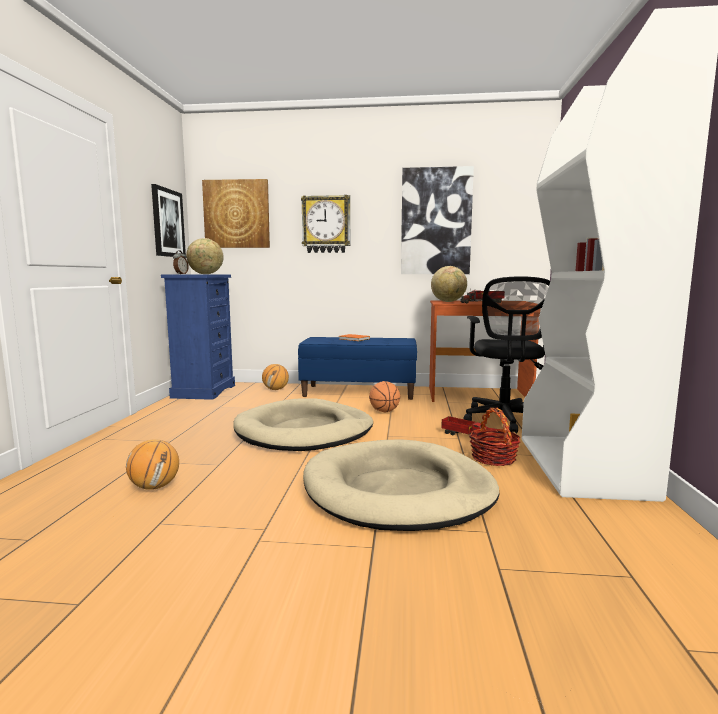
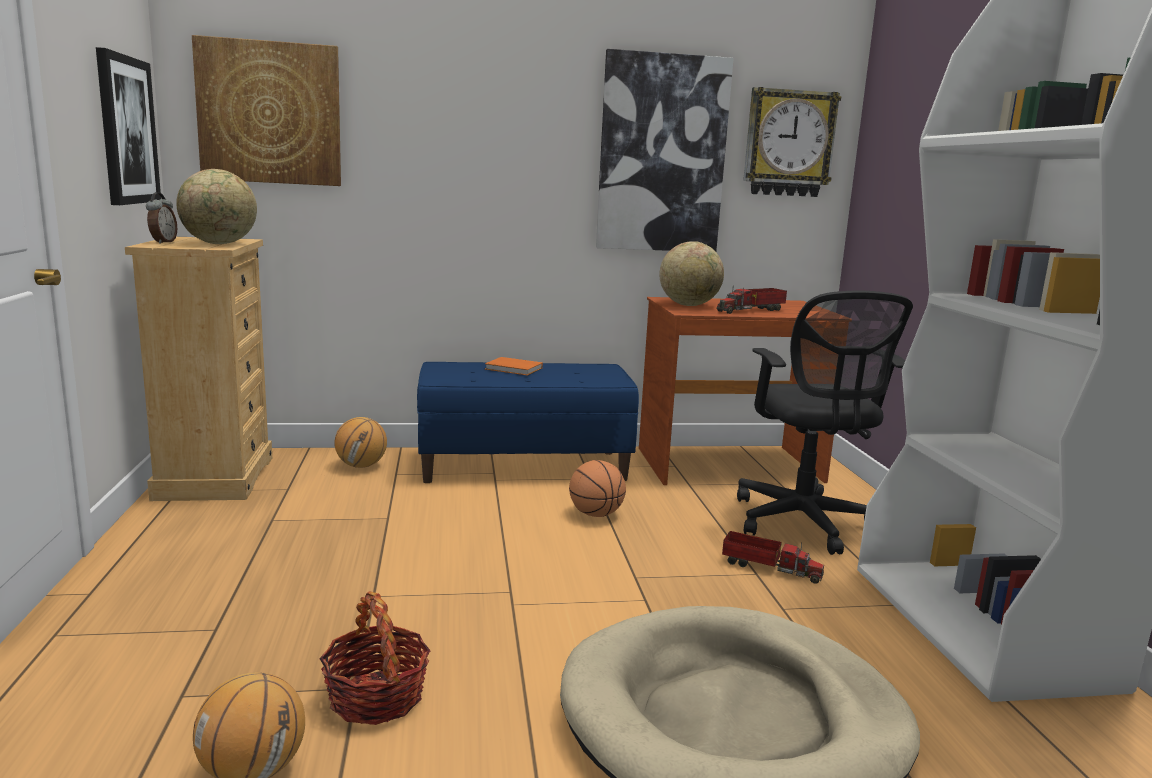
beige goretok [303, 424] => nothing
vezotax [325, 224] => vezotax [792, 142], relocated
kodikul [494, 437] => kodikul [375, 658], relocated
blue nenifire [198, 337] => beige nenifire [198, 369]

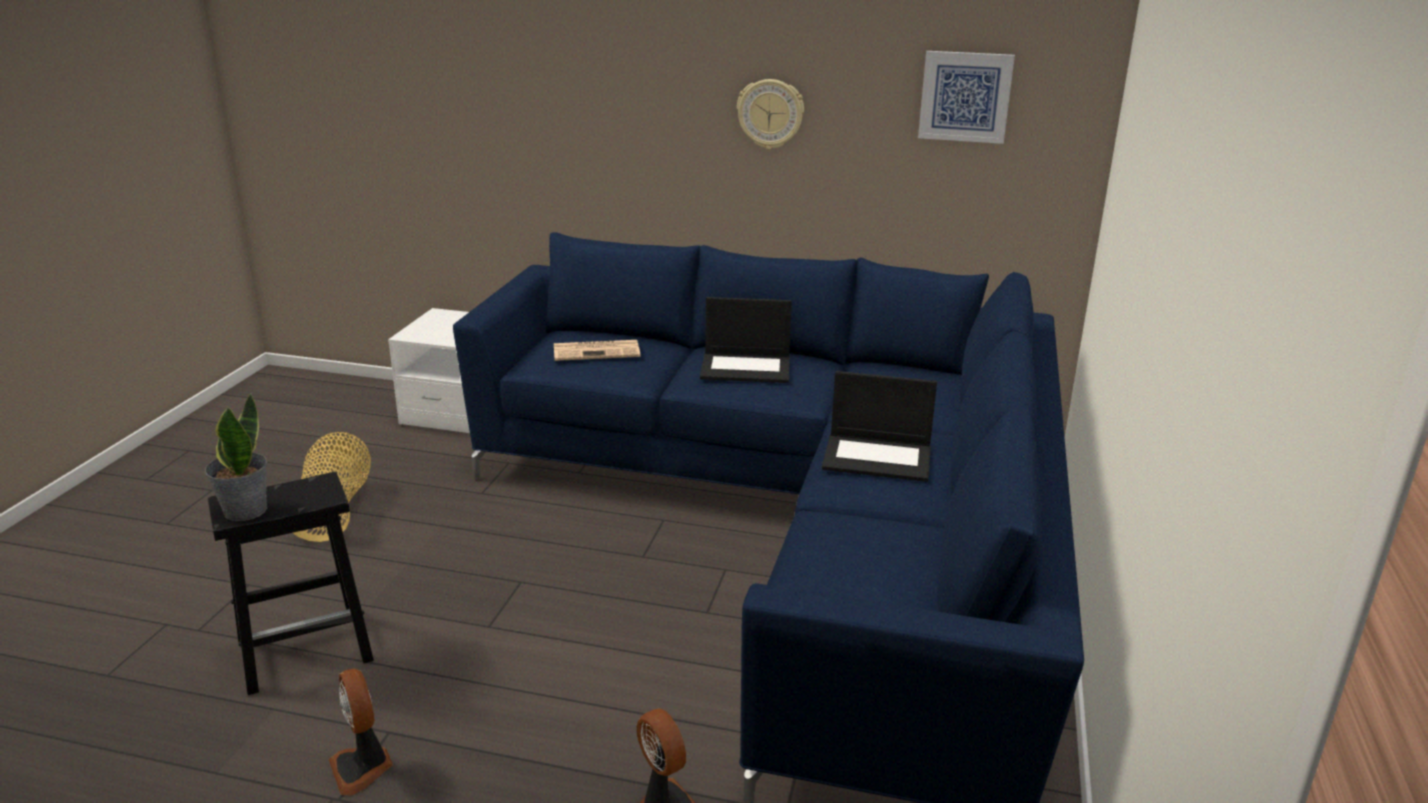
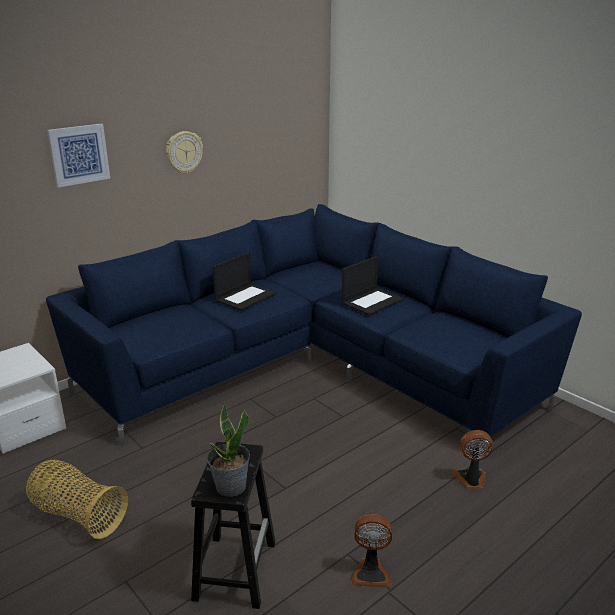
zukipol [597, 350] => nothing
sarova [966, 97] => sarova [78, 155], relocated

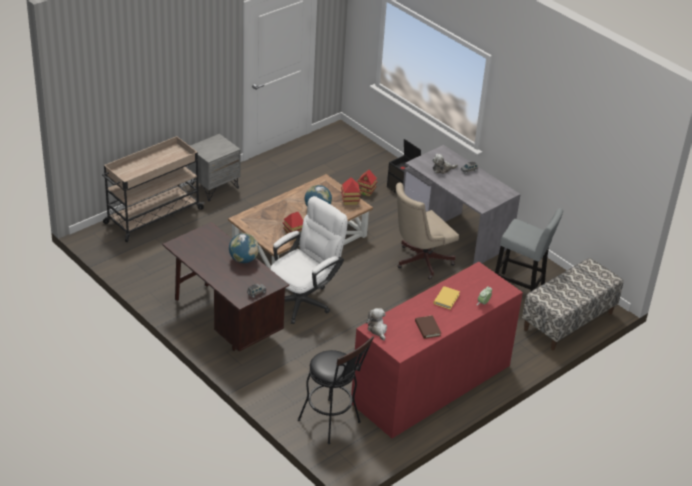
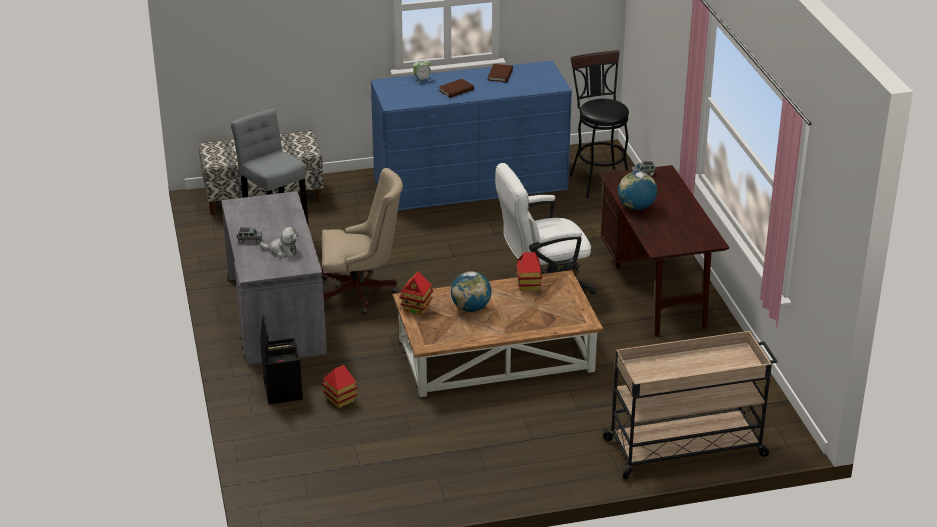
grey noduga [214, 167] => nothing
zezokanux [376, 324] => nothing
red nenifire [437, 350] => blue nenifire [471, 135]
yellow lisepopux [446, 297] => brown lisepopux [456, 88]

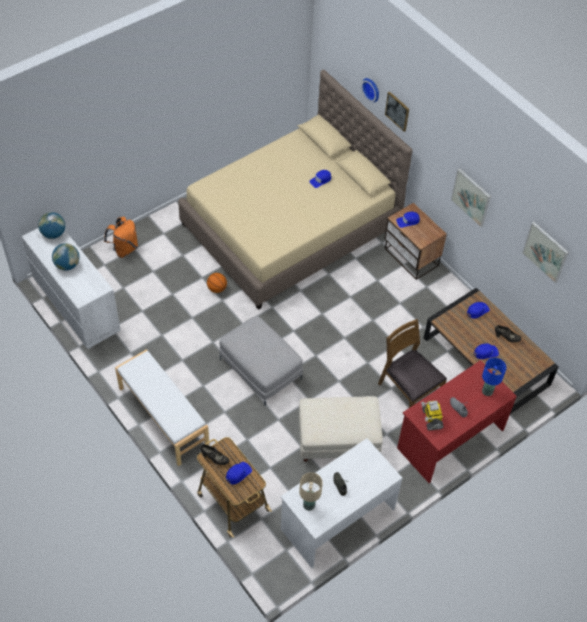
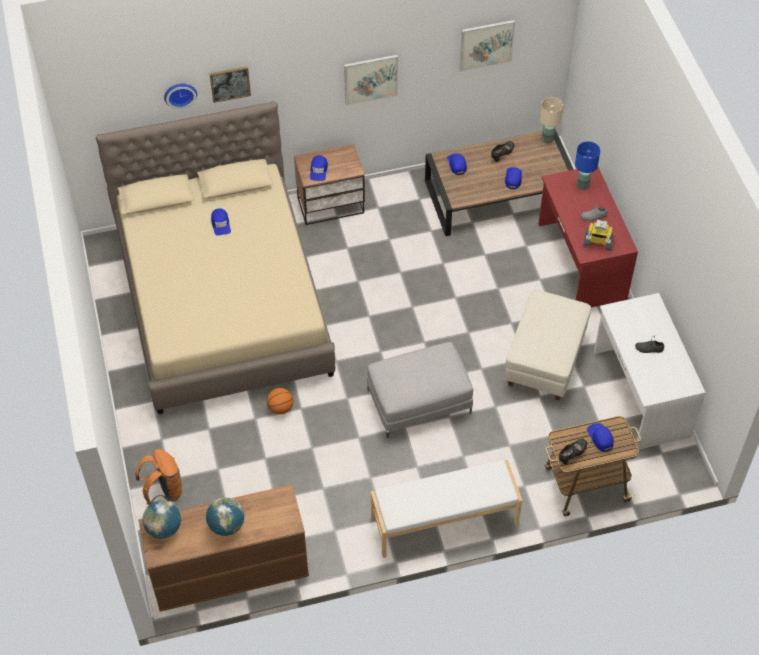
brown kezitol [412, 363] => nothing
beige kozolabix [311, 491] => beige kozolabix [551, 120], relocated
white nenifire [71, 288] => brown nenifire [223, 548]

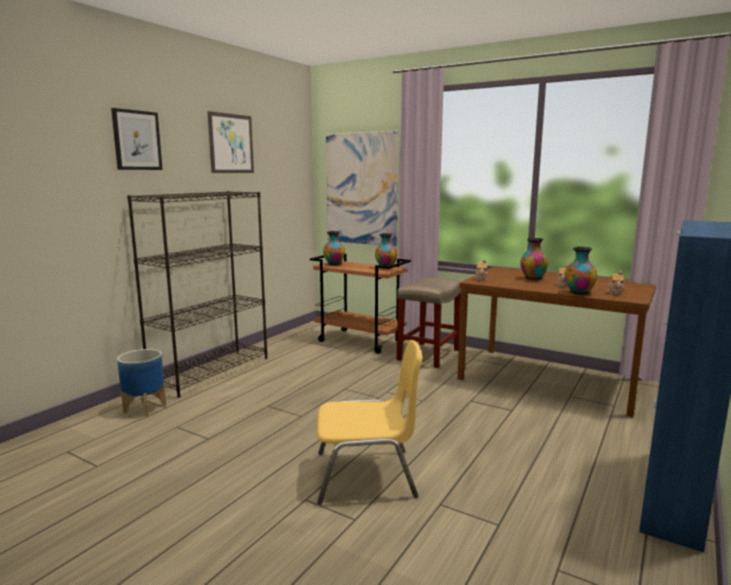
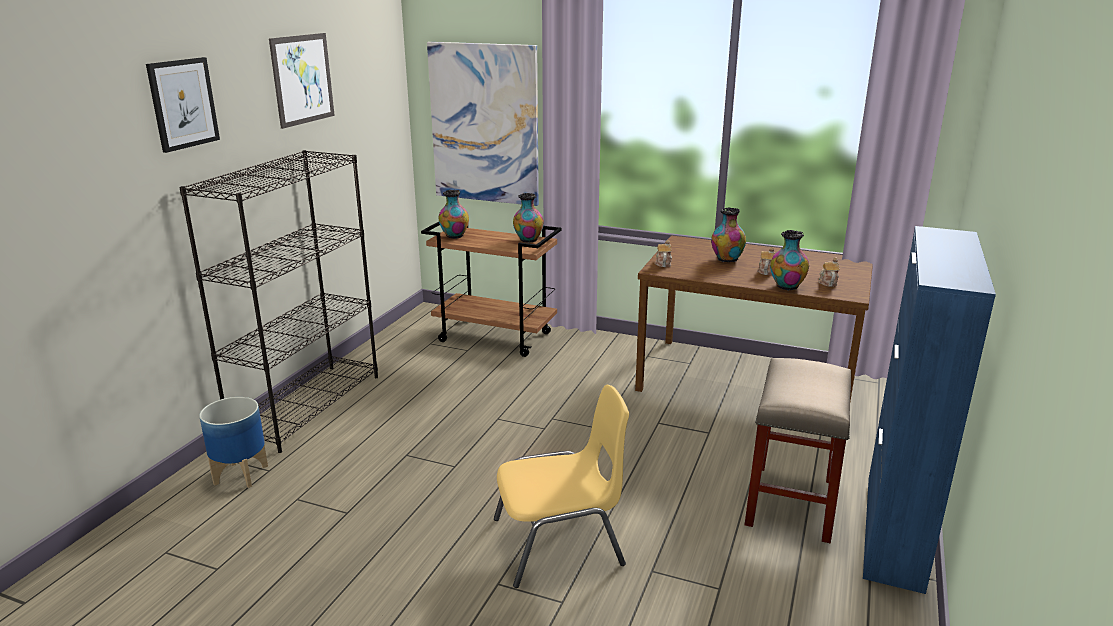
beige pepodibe [428, 322] => beige pepodibe [798, 450], relocated

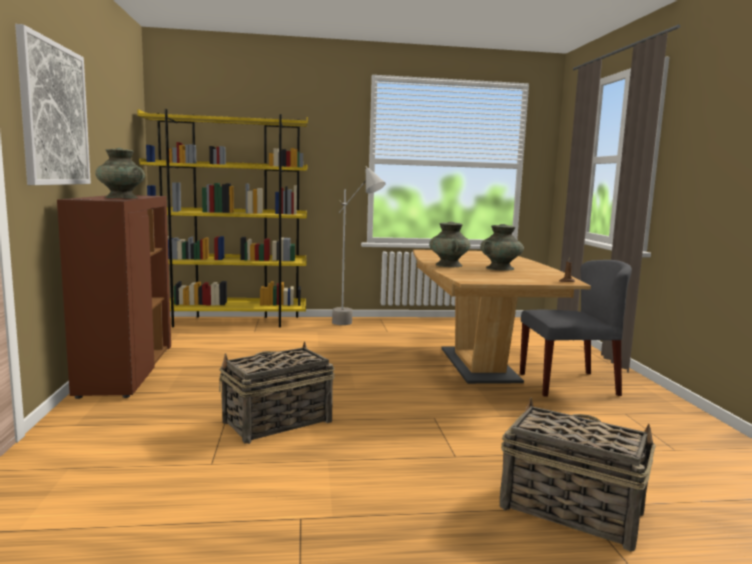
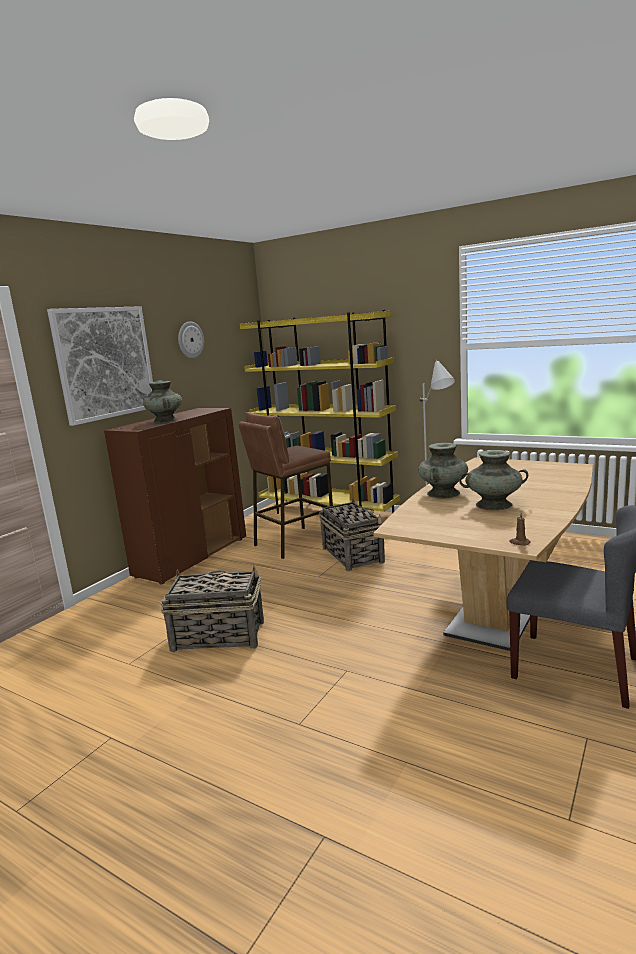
nothing => vezotax [191, 339]
nothing => brown pepodibe [285, 485]
kodikul [578, 475] => kodikul [352, 534], relocated

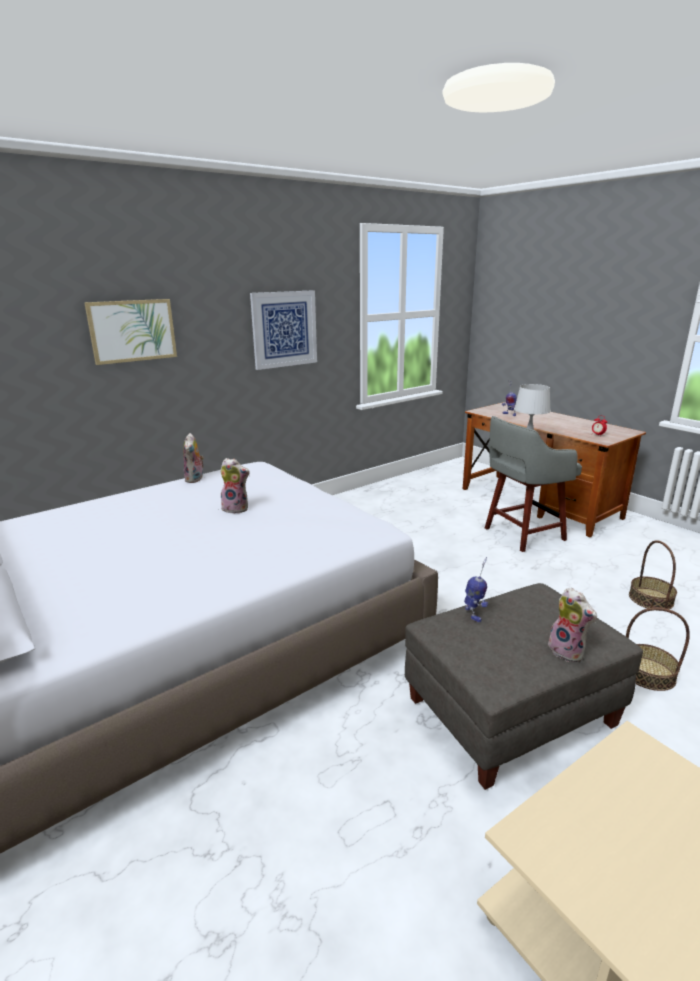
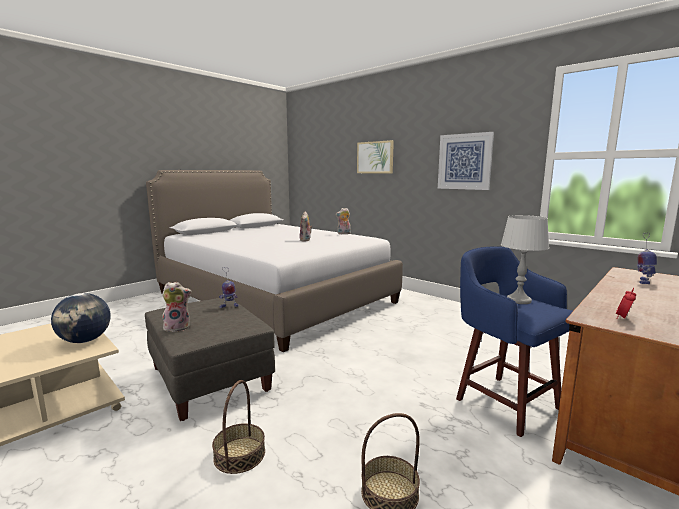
nothing => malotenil [81, 318]
grey pepodibe [533, 484] => blue pepodibe [514, 341]
zezokanux [572, 625] => zezokanux [177, 307], 150 degrees counterclockwise

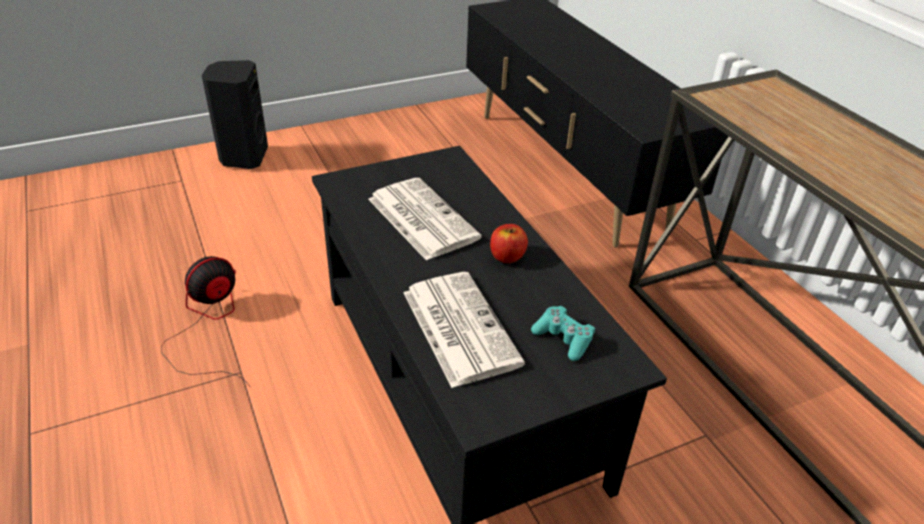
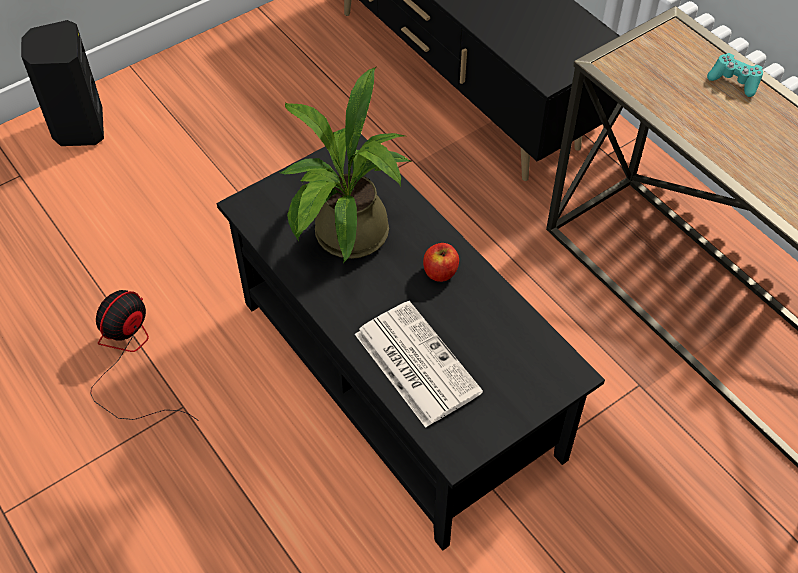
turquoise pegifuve [563, 333] => turquoise pegifuve [735, 75], relocated
zukipol [425, 219] => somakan [345, 165]

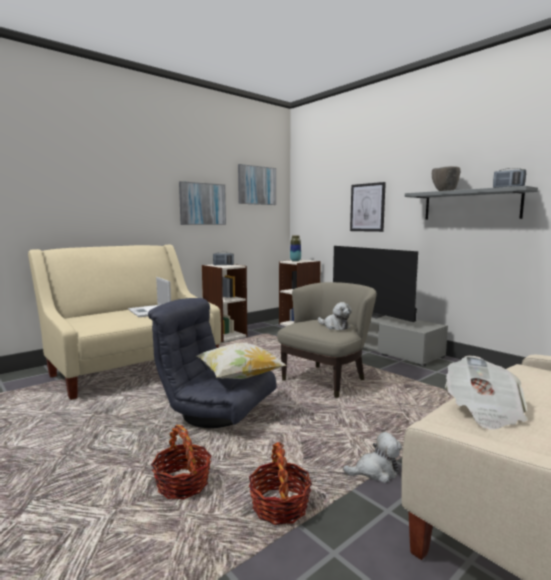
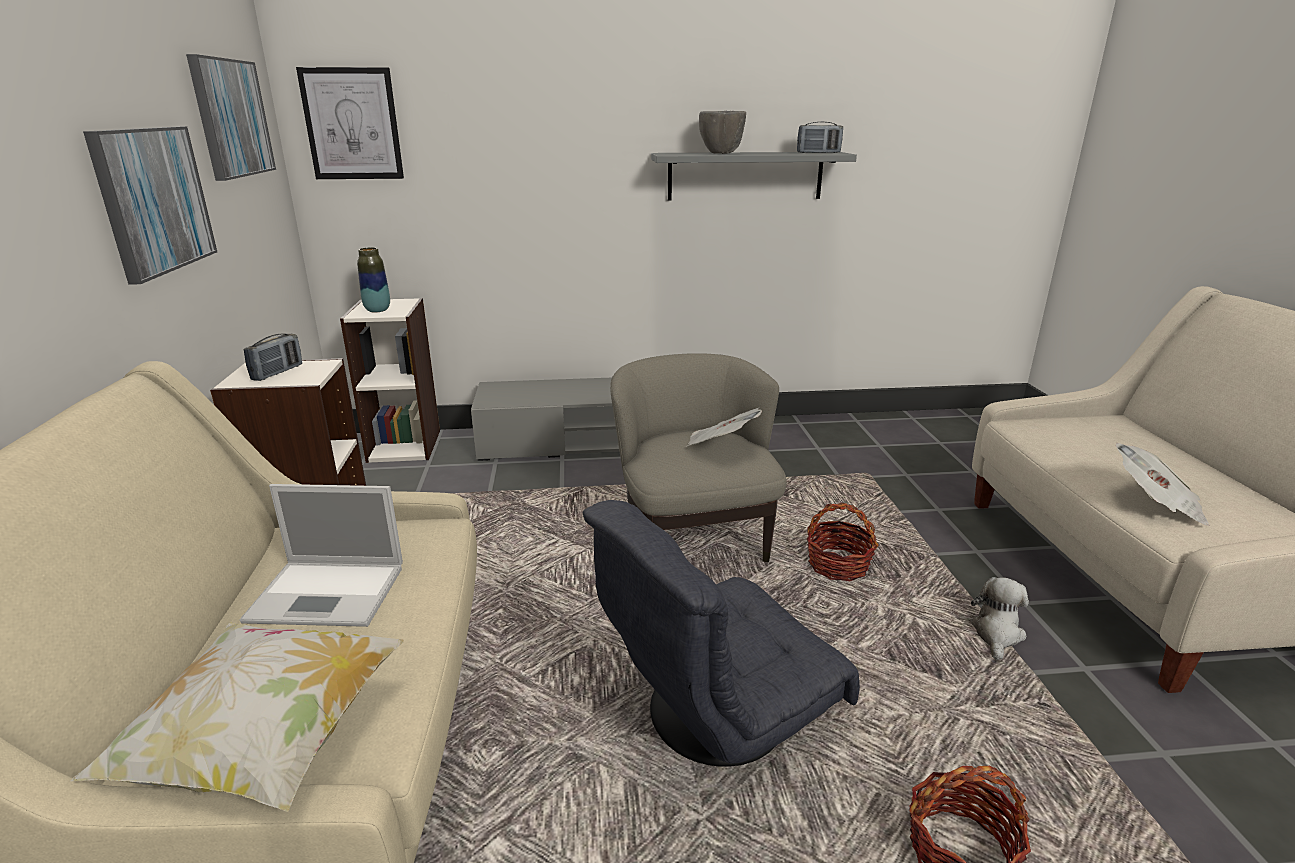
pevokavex [375, 284] => nothing
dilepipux [241, 361] => dilepipux [237, 717], relocated
kodikul [280, 483] => kodikul [843, 542], relocated
sarova [368, 207] => sarova [350, 123], relocated
zezokanux [335, 316] => zukipol [724, 427]

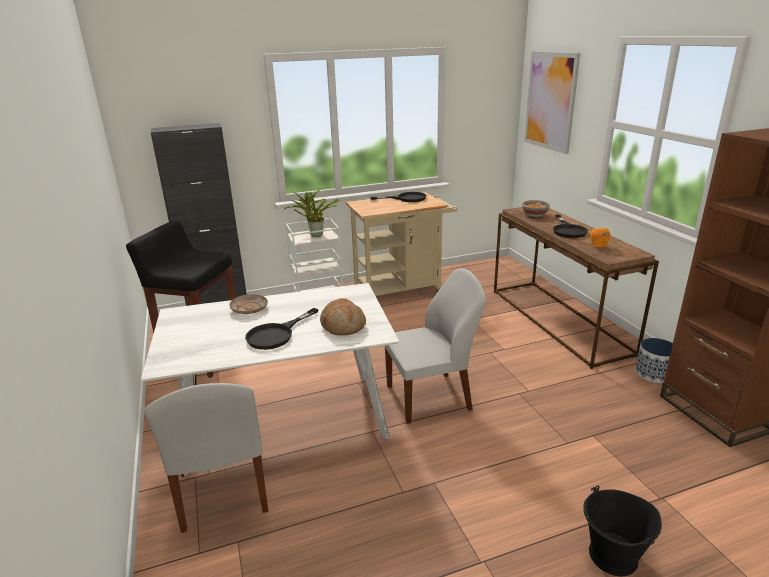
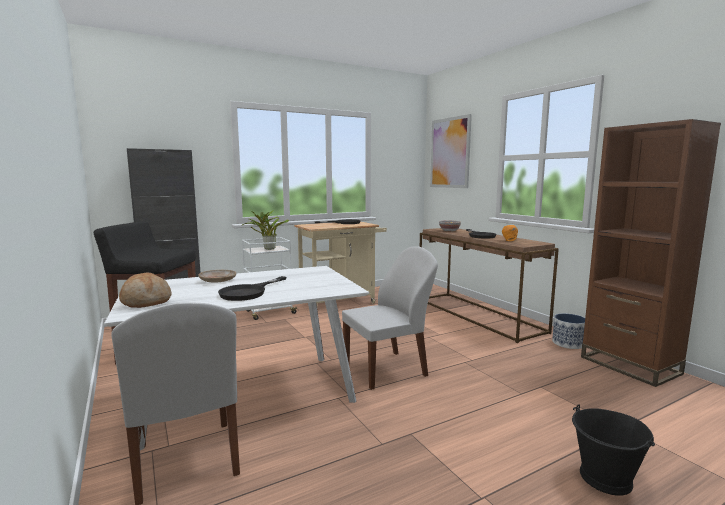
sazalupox [343, 316] => sazalupox [145, 290], relocated

